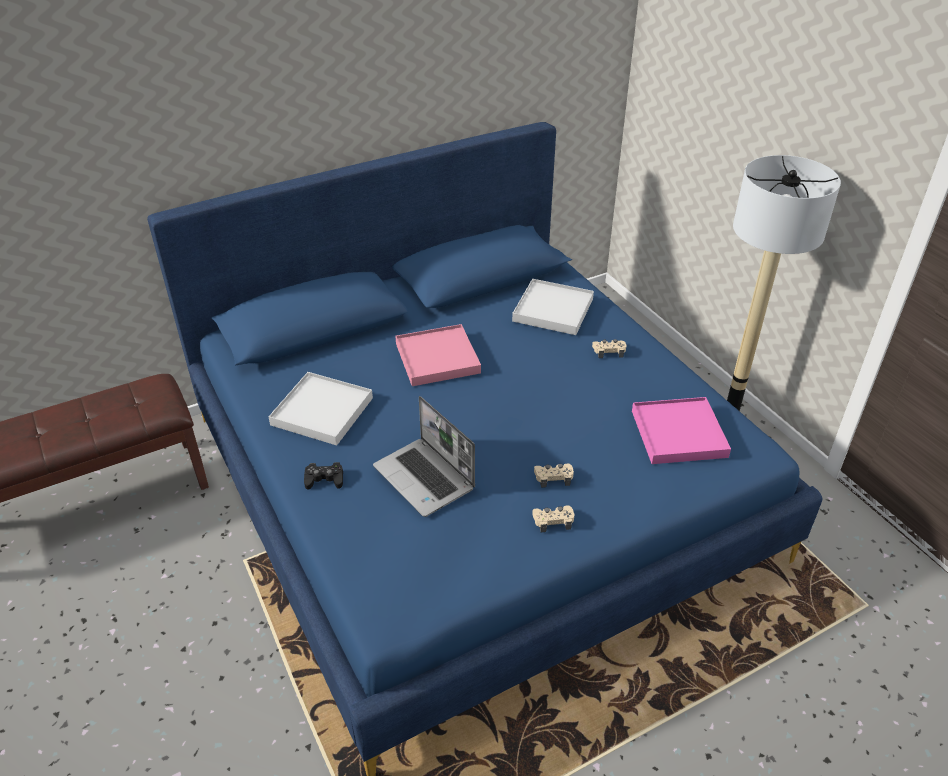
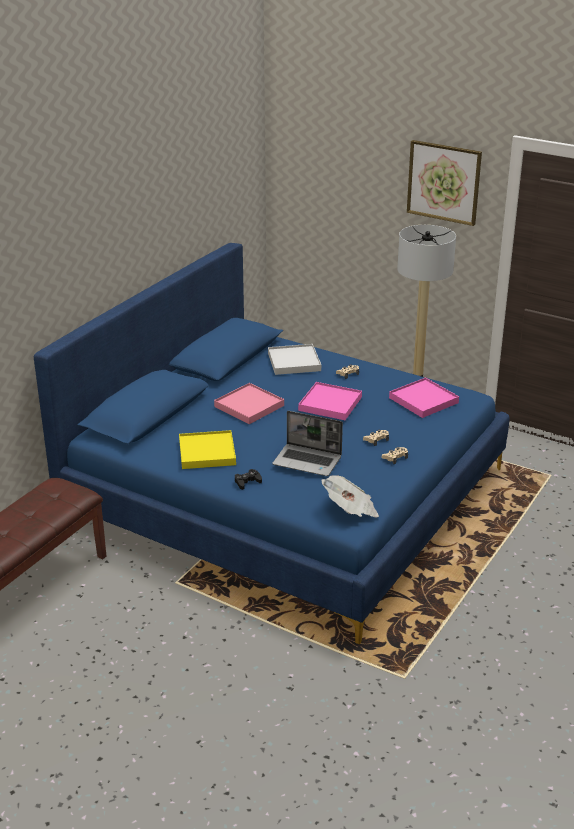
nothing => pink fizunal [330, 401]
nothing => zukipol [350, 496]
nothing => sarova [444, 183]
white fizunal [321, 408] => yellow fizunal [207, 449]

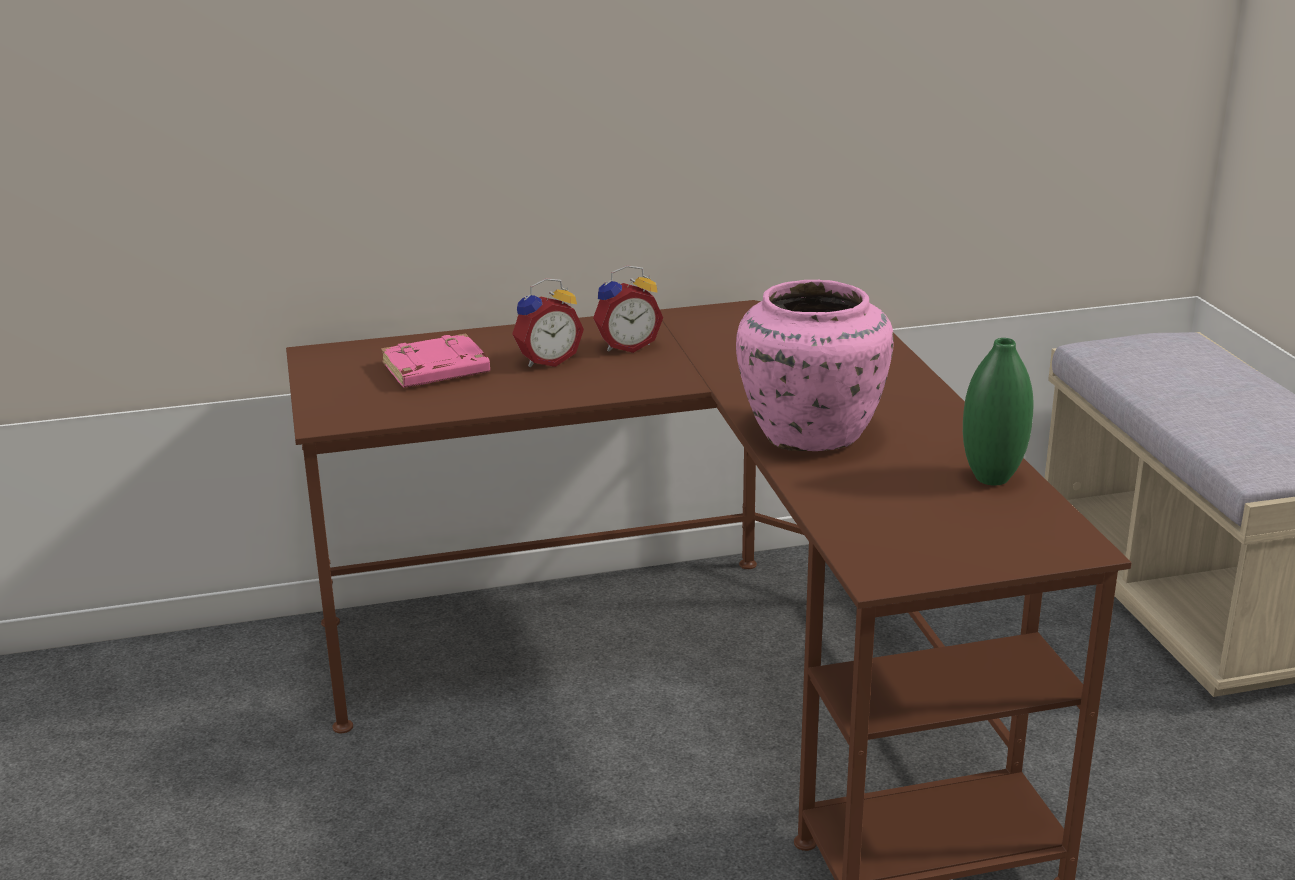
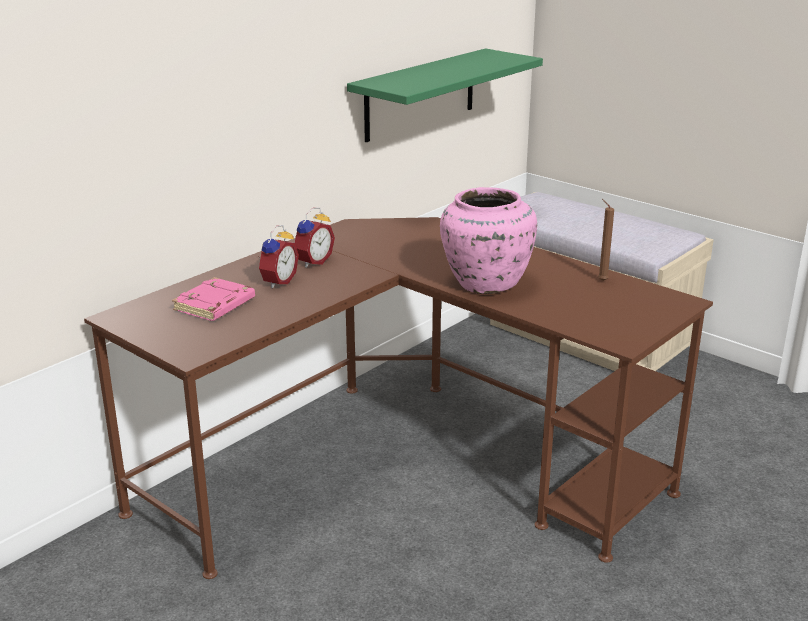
nothing => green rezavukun [445, 95]
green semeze [998, 412] => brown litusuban [606, 240]

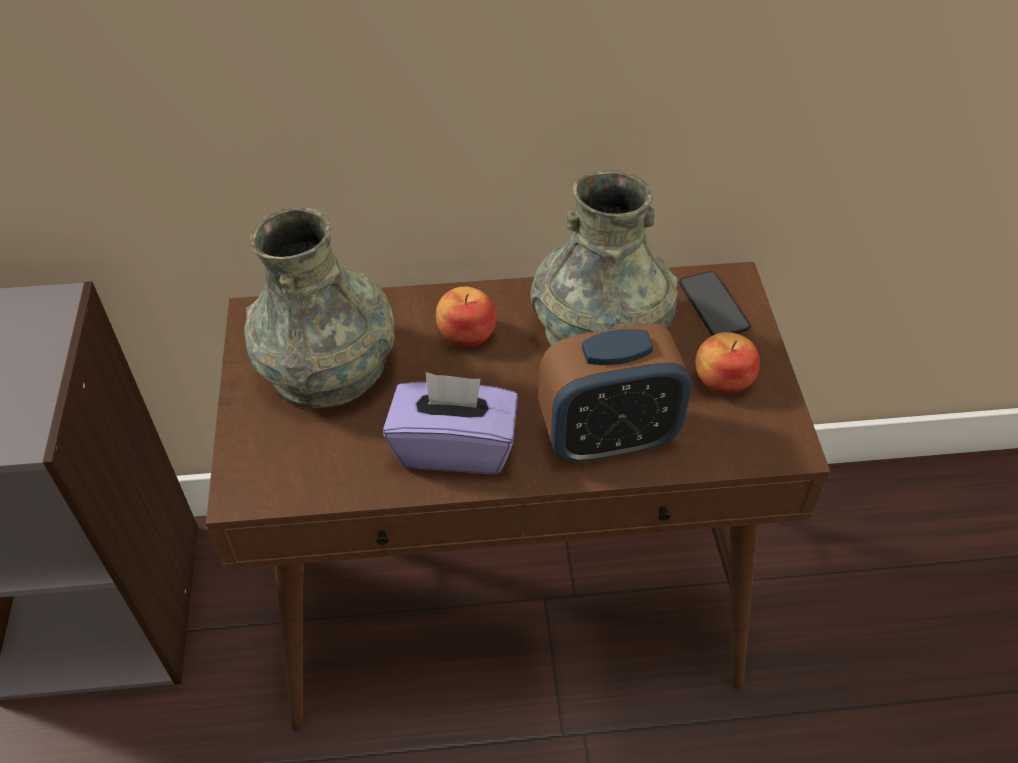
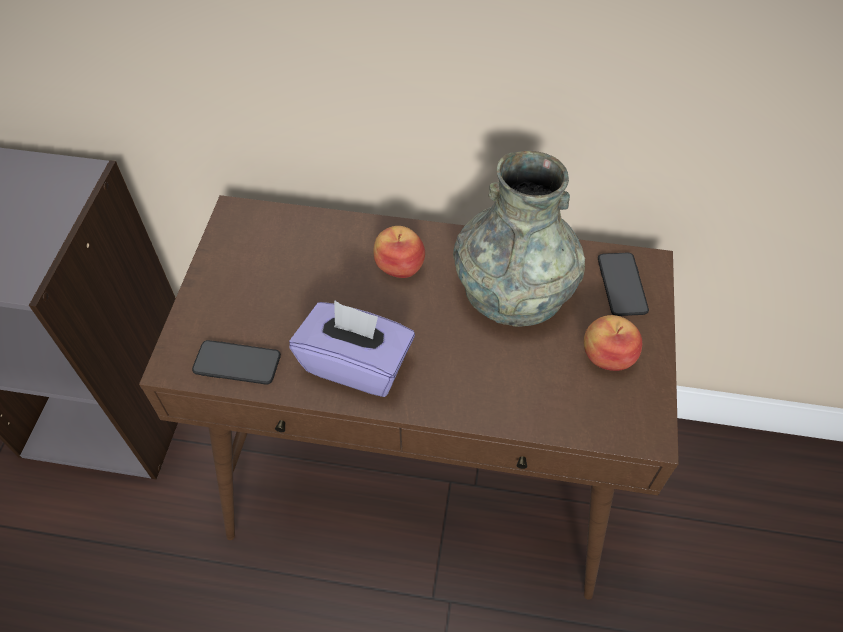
grey semeze [319, 307] => nothing
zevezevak [615, 393] => nothing
nothing => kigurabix [236, 362]

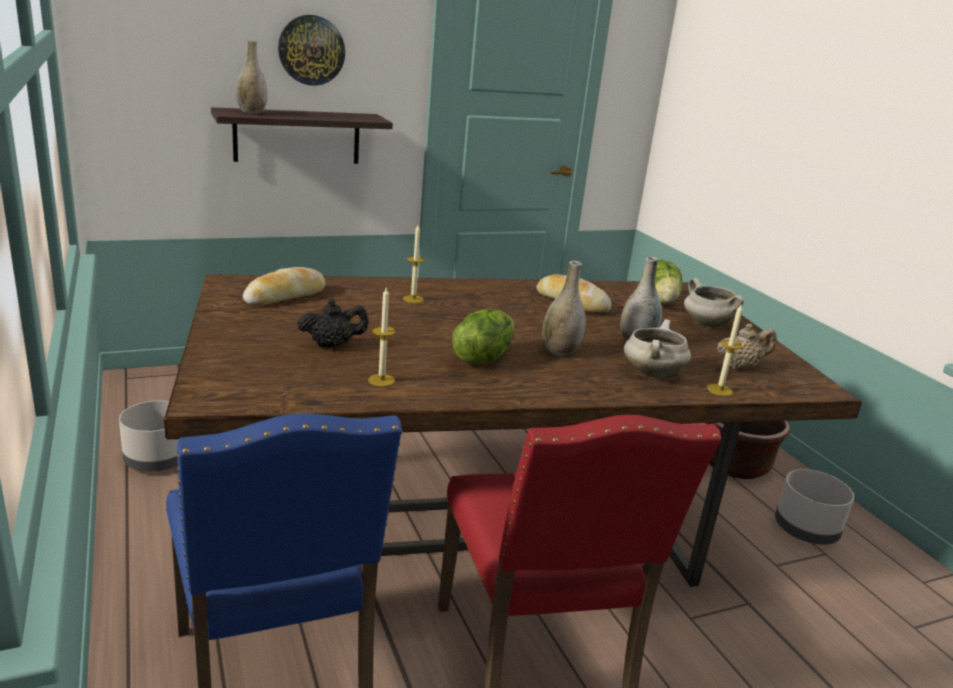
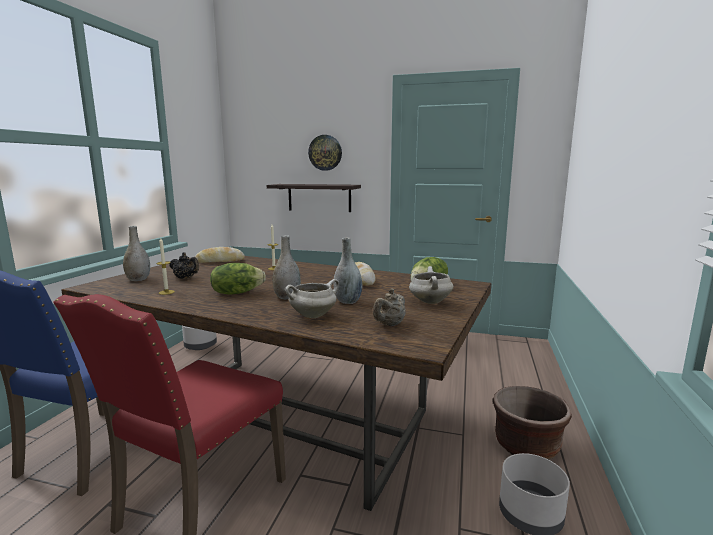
litusuban [725, 349] => nothing
grey semeze [251, 77] => grey semeze [136, 253], relocated
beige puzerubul [747, 346] => beige puzerubul [389, 307], 105 degrees clockwise

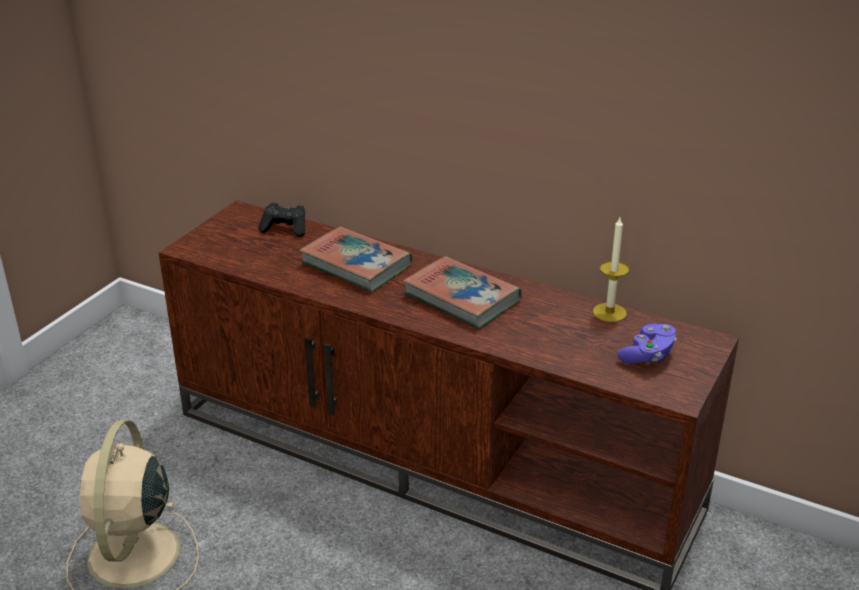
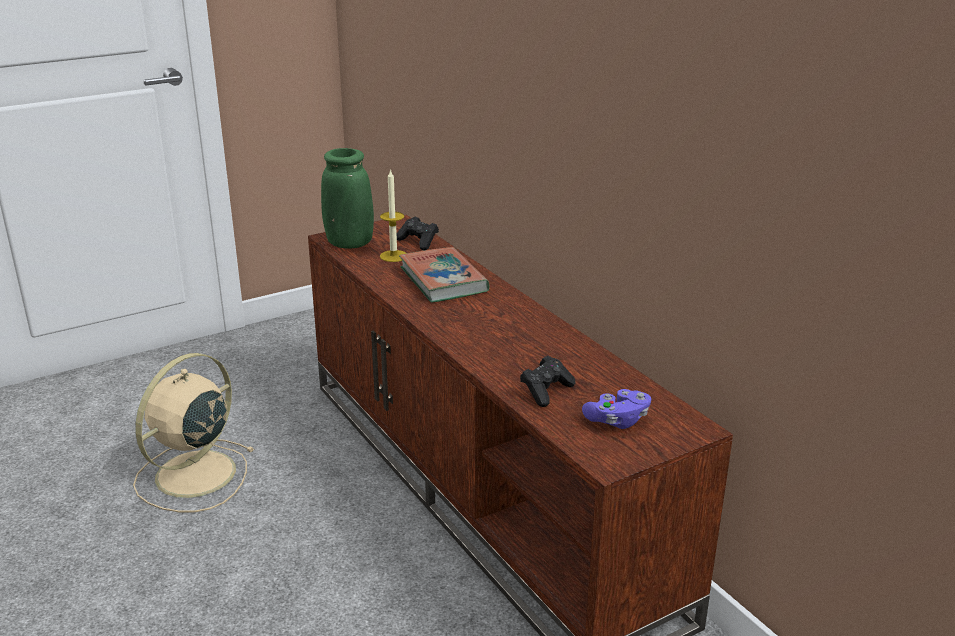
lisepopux [462, 292] => nothing
nothing => green semeze [347, 198]
nothing => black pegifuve [547, 381]
litusuban [611, 270] => litusuban [393, 215], relocated

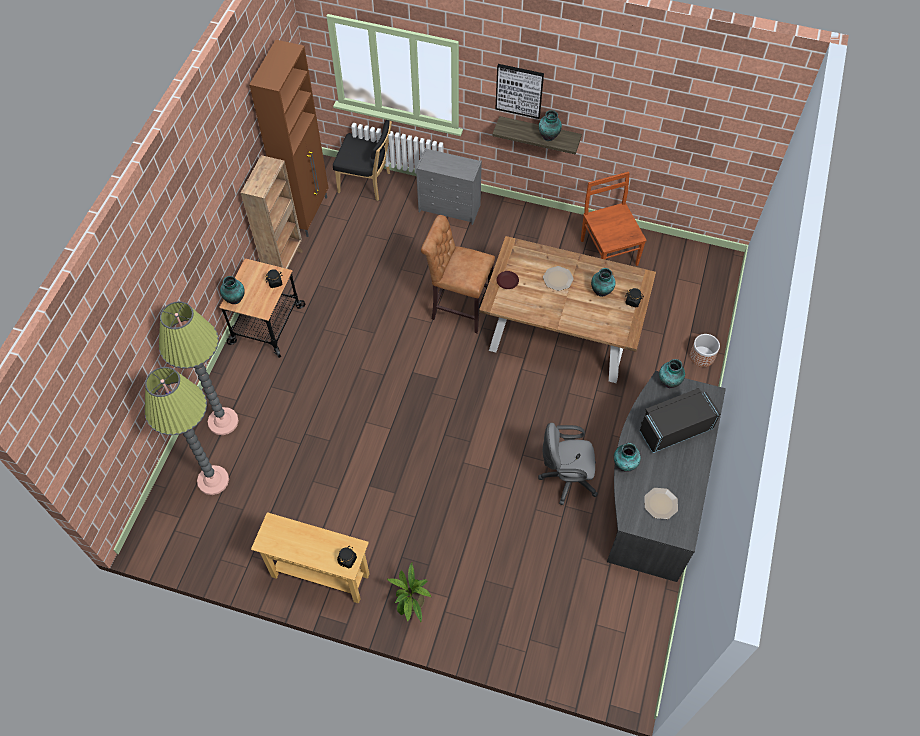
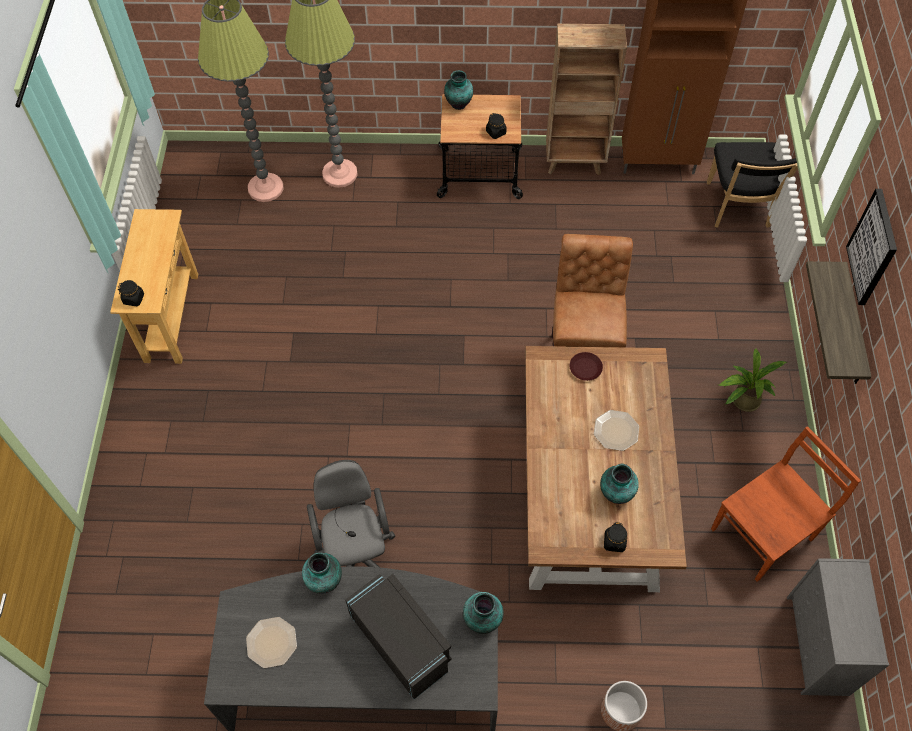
semeze [550, 125] => nothing
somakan [409, 592] => somakan [753, 380], relocated
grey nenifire [449, 186] => grey nenifire [838, 627], relocated

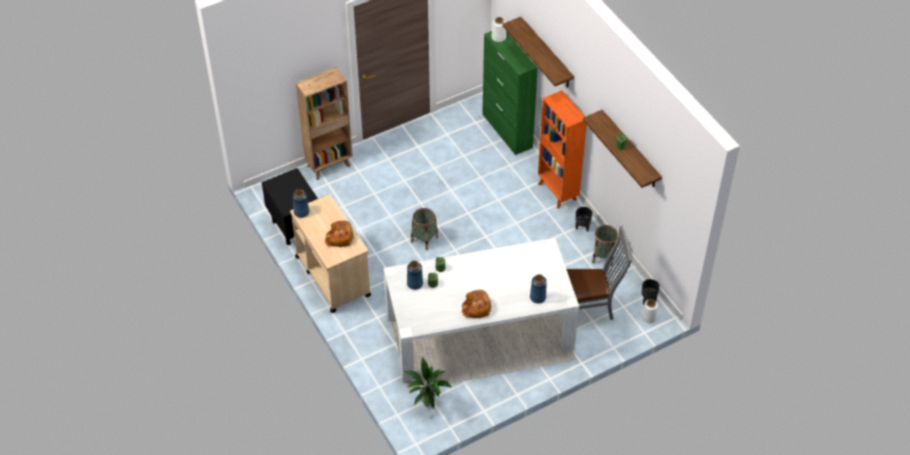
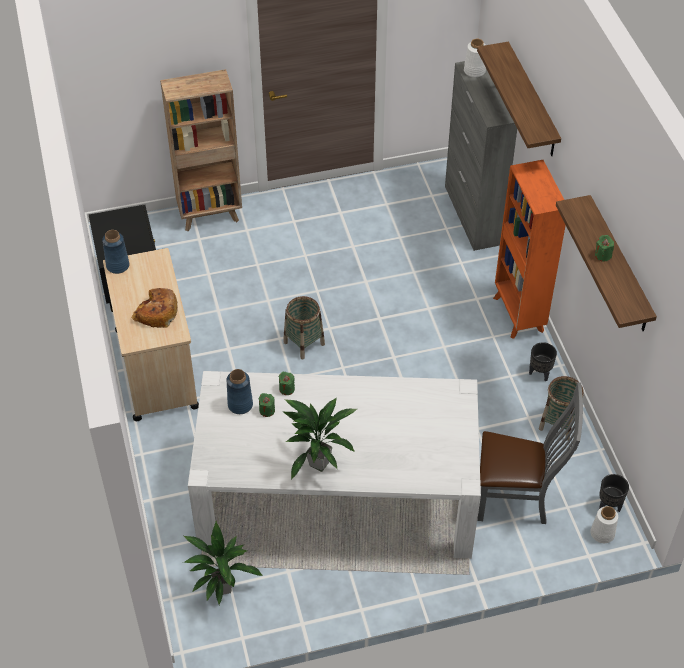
blue semeze [538, 289] => nothing
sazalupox [476, 304] => somakan [320, 439]
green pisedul [510, 93] => grey pisedul [481, 156]

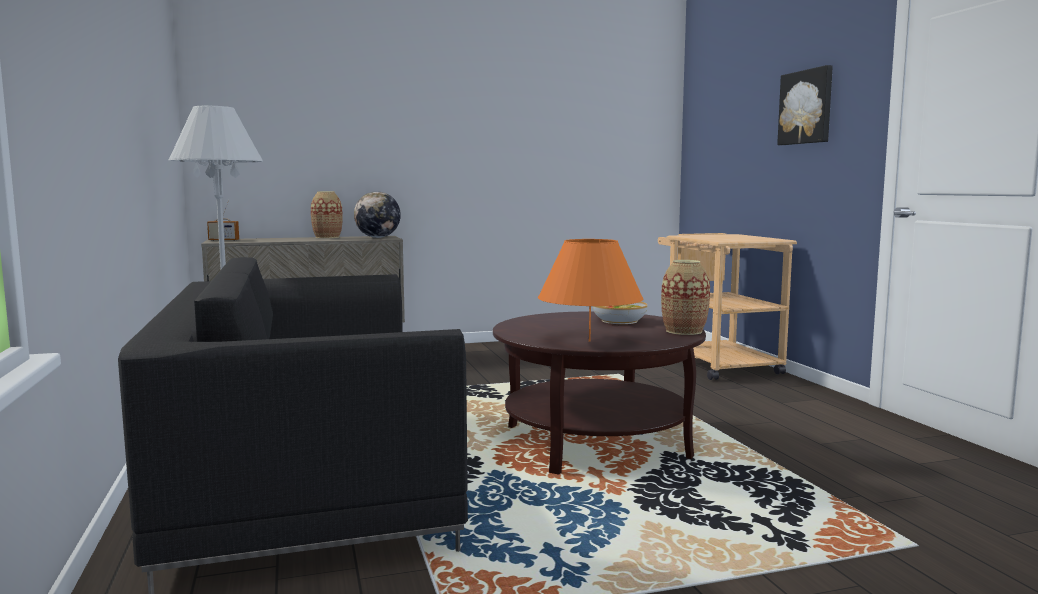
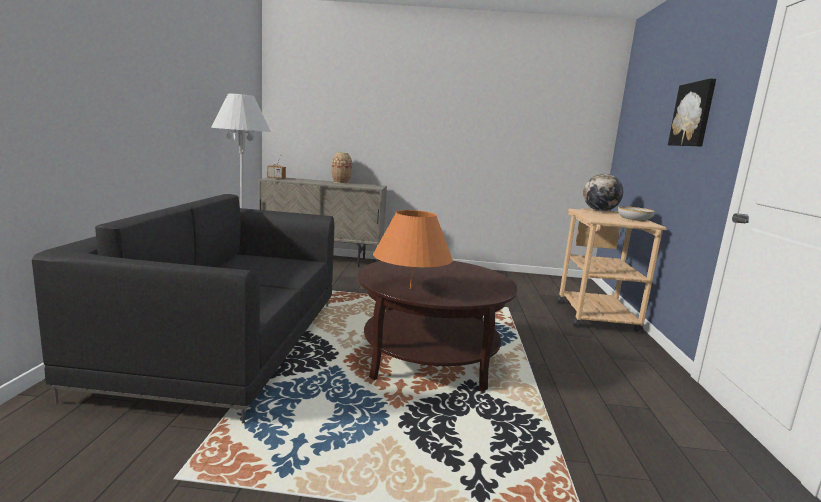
semeze [685, 297] => nothing
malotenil [377, 214] => malotenil [603, 192], relocated
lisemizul [620, 313] => lisemizul [636, 214], relocated

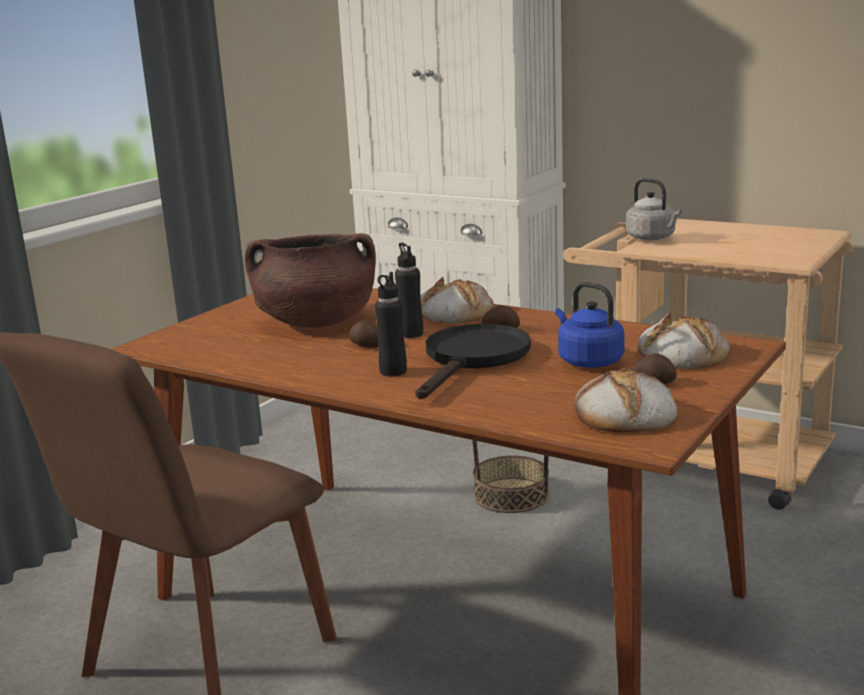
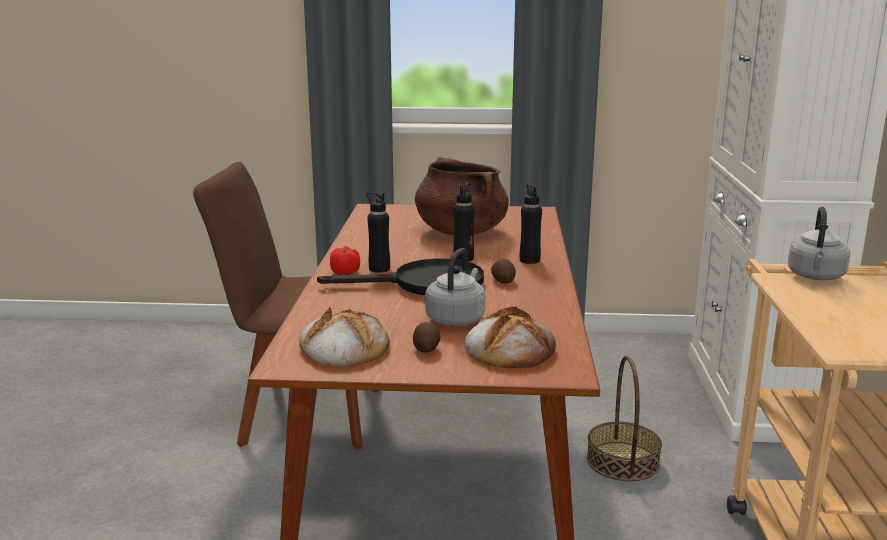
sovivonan [364, 334] => nothing
nothing => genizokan [345, 260]
sazalupox [457, 300] => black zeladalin [531, 224]
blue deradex [590, 325] => grey deradex [455, 287]

